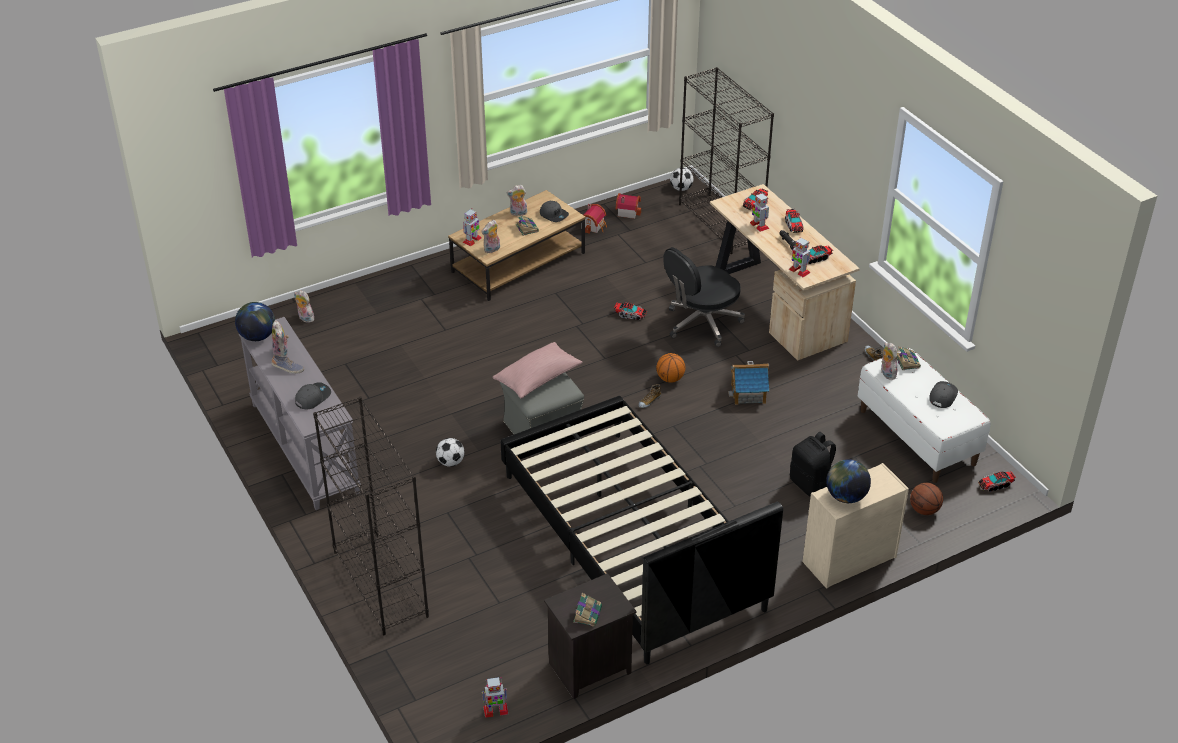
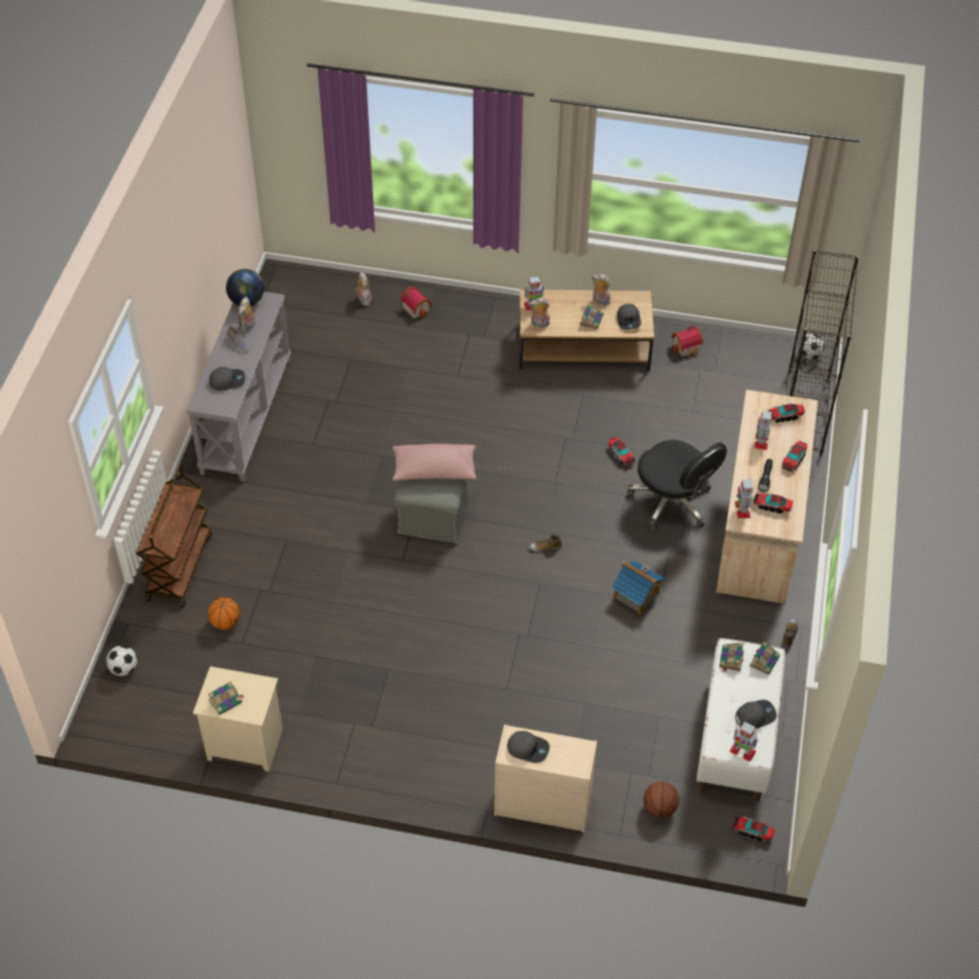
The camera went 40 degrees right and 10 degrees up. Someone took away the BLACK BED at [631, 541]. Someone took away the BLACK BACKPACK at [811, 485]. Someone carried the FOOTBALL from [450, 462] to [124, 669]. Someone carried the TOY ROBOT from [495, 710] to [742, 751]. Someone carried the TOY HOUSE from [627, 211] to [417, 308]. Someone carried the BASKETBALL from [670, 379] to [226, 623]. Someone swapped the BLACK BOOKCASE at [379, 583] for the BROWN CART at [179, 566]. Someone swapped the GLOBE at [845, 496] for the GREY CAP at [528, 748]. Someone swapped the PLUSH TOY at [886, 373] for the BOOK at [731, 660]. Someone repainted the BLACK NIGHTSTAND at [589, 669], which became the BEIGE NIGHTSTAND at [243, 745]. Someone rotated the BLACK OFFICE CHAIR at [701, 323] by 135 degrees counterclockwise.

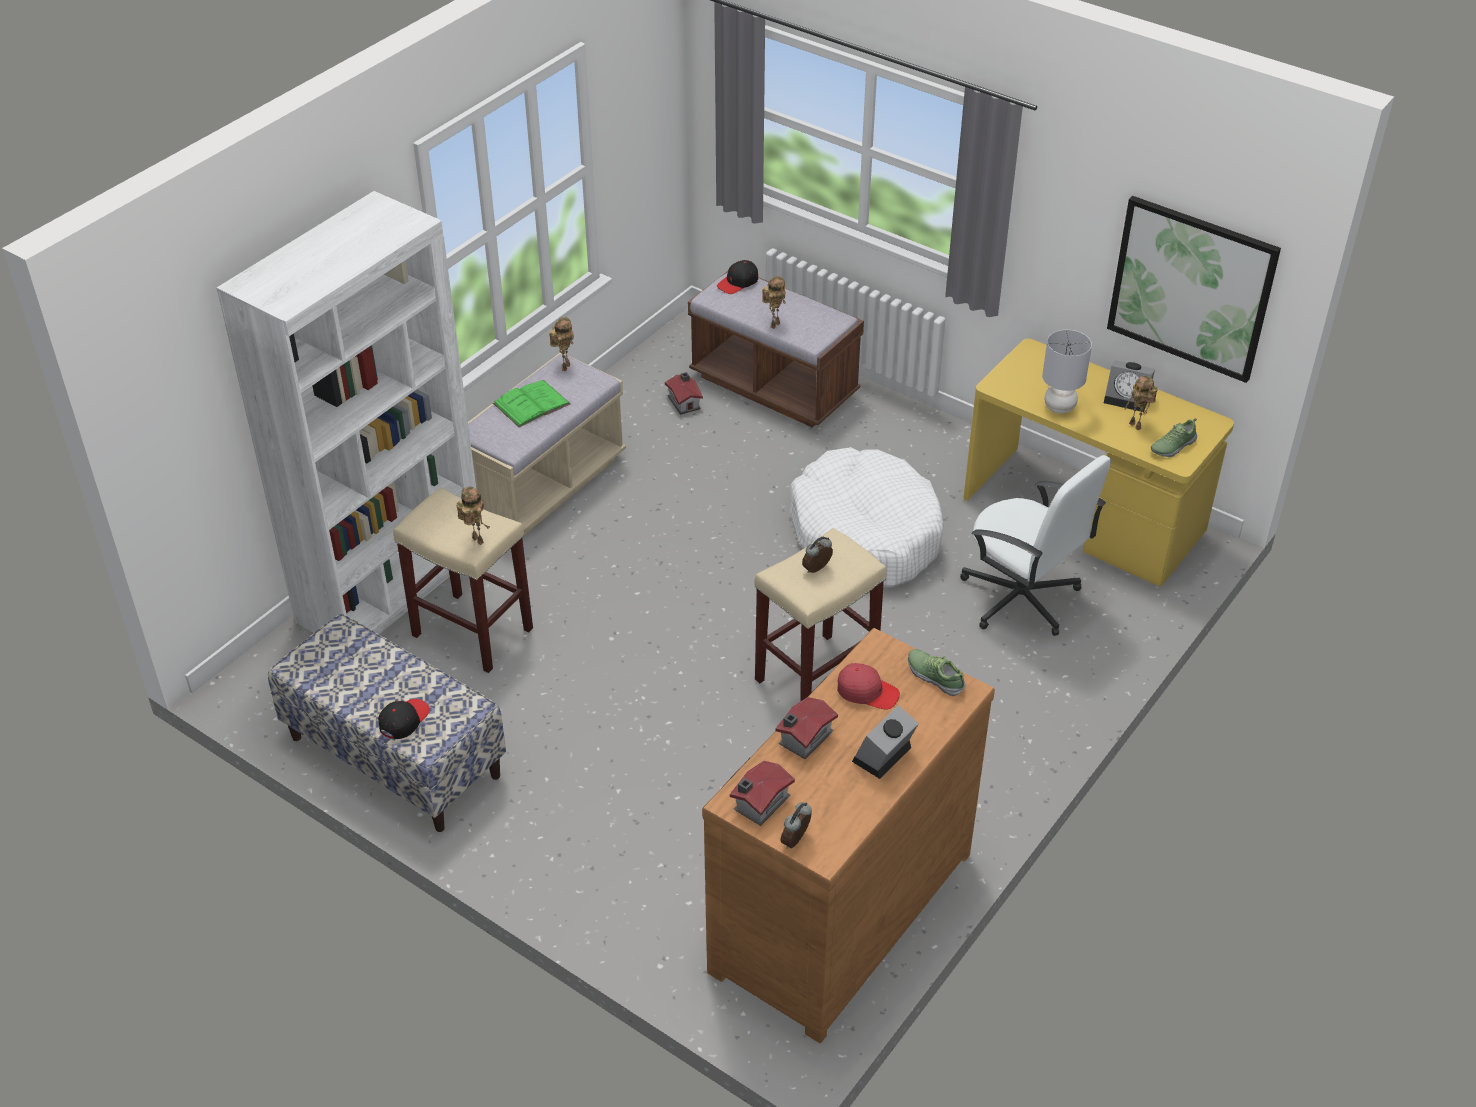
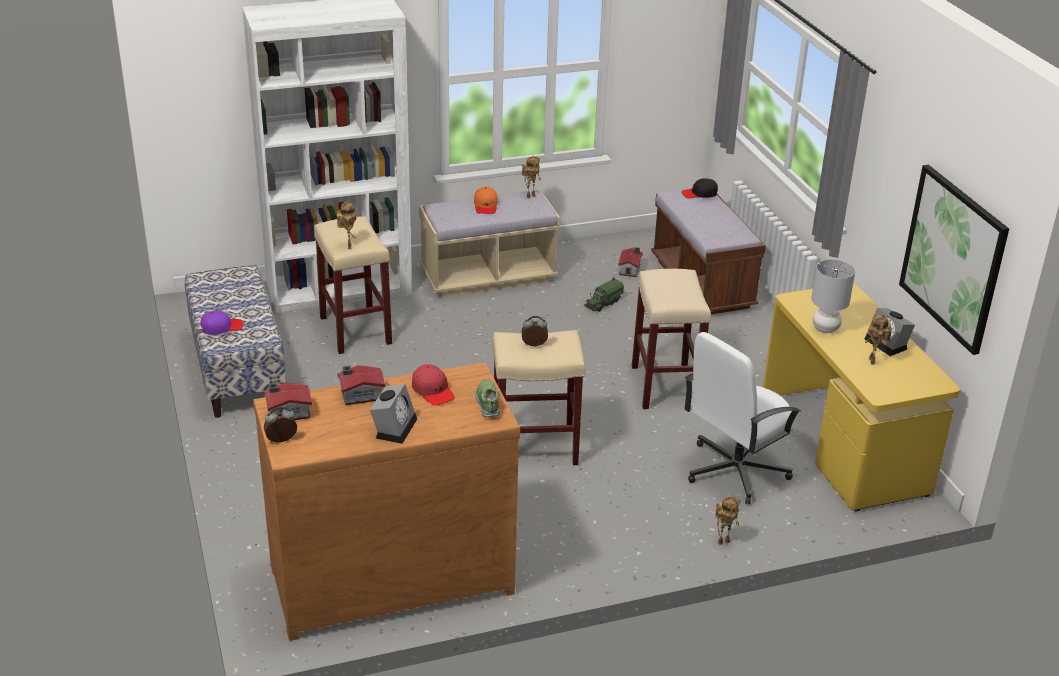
The camera went 35 degrees right and 10 degrees down. Someone took away the SHOE at [1172, 446]. Someone put down the TOY TRUCK at [603, 303]. Someone carried the TOY ROBOT from [774, 324] to [724, 541]. Someone swapped the GREEN BOOK at [531, 404] for the ORANGE CAP at [486, 206]. Someone swapped the WHITE DOG BED at [865, 534] for the BEIGE STOOL at [666, 387]. Someone repainted the BLACK CAP at [404, 720], which became the PURPLE CAP at [221, 327]. Someone rotated the ALARM CLOCK at [883, 757] by 120 degrees clockwise. Someone rotated the WHITE OFFICE CHAIR at [1021, 599] by 60 degrees clockwise.

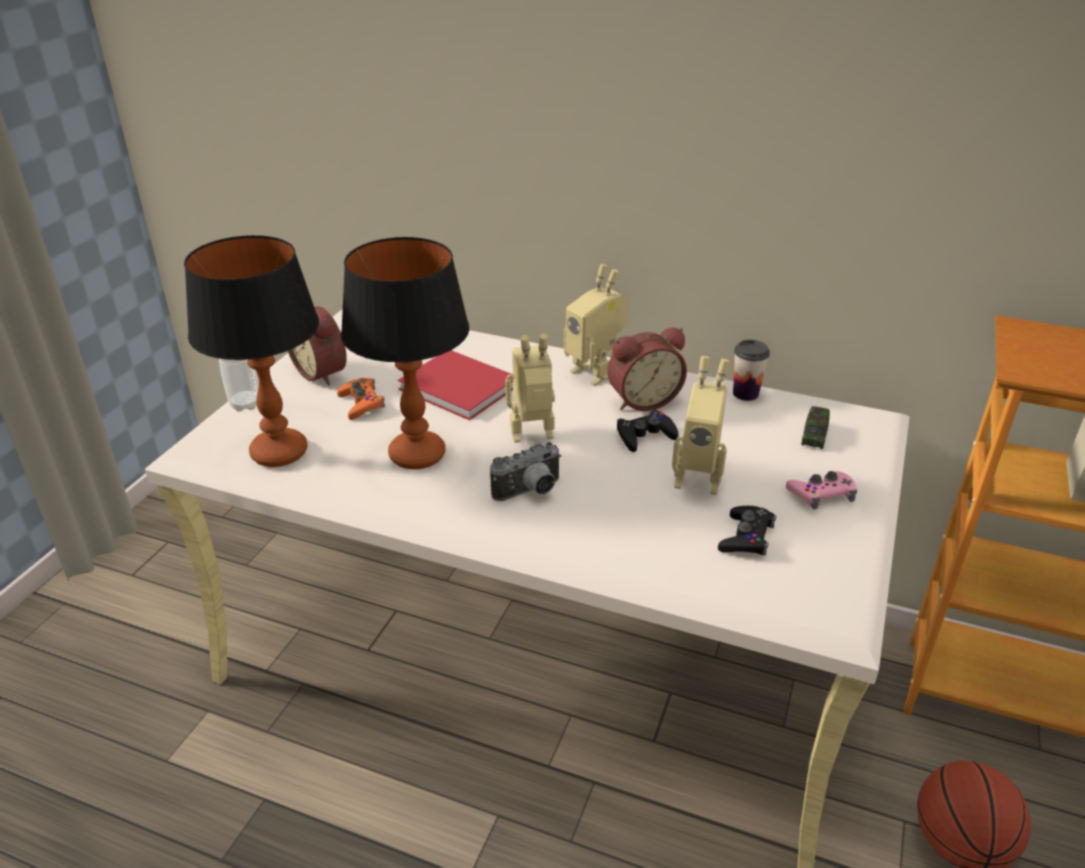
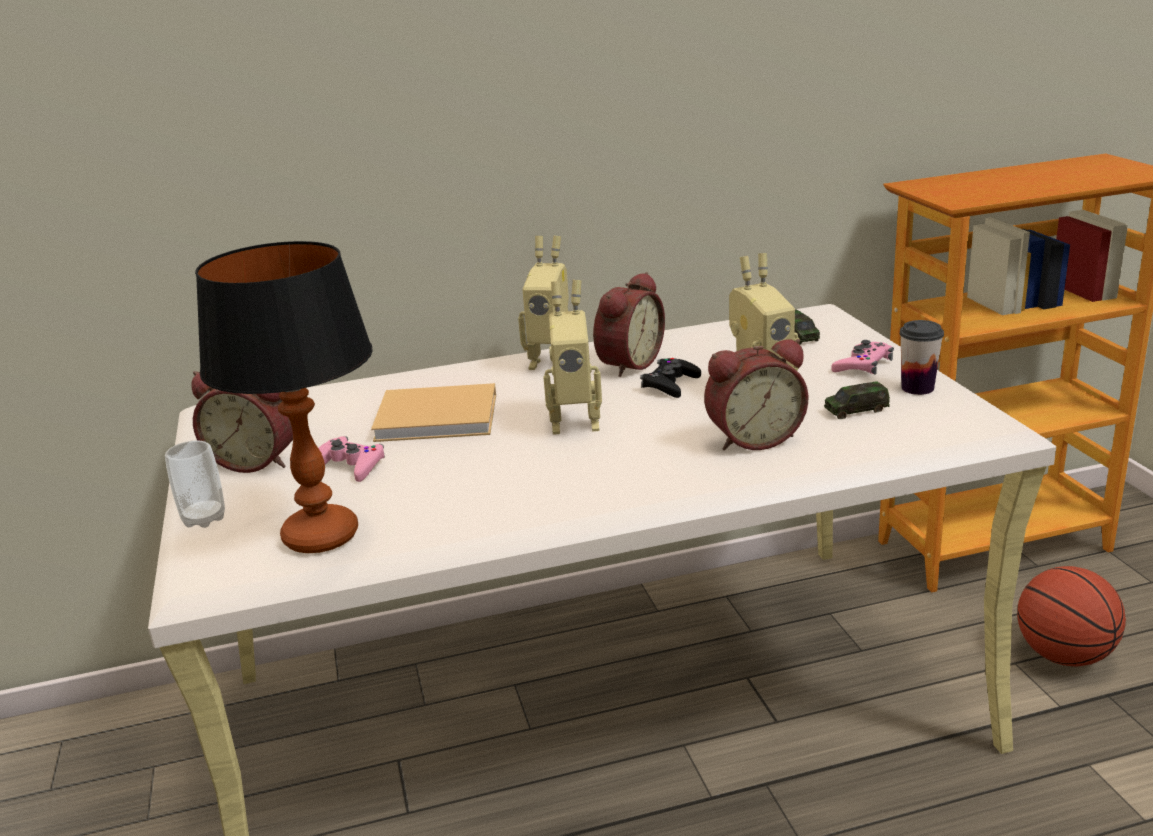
The camera went 35 degrees left and 10 degrees down. Someone took away the TABLE LAMP at [418, 454]. Someone took away the PHOTO CAMERA at [530, 492]. Someone put down the ALARM CLOCK at [753, 438]. Someone carried the CUP from [745, 393] to [917, 388]. Someone swapped the BLACK GAME CONTROLLER at [746, 537] for the TOY CAR at [856, 410]. Someone repainted the ORANGE GAME CONTROLLER at [361, 403], which became the PINK GAME CONTROLLER at [350, 466]. Someone repainted the RED BOOK at [461, 389], which became the BEIGE BOOK at [441, 417]. Someone rotated the TOY ROBOT at [533, 438] by 135 degrees counterclockwise.

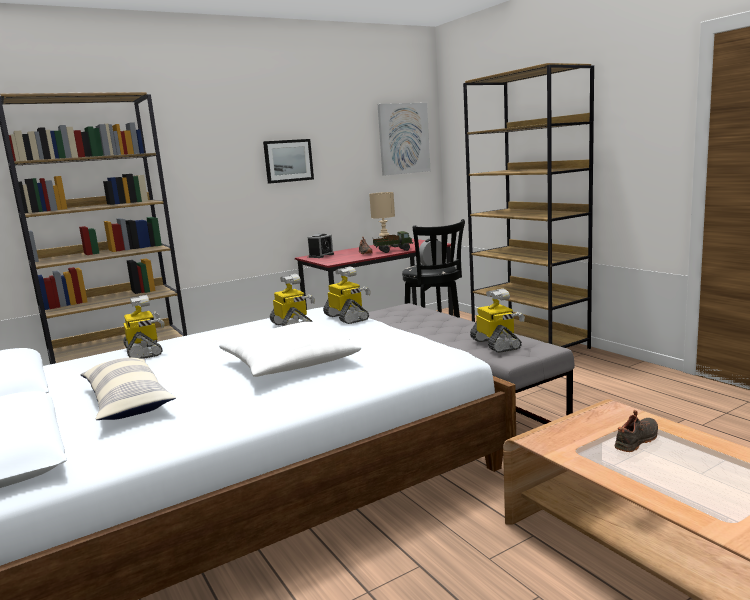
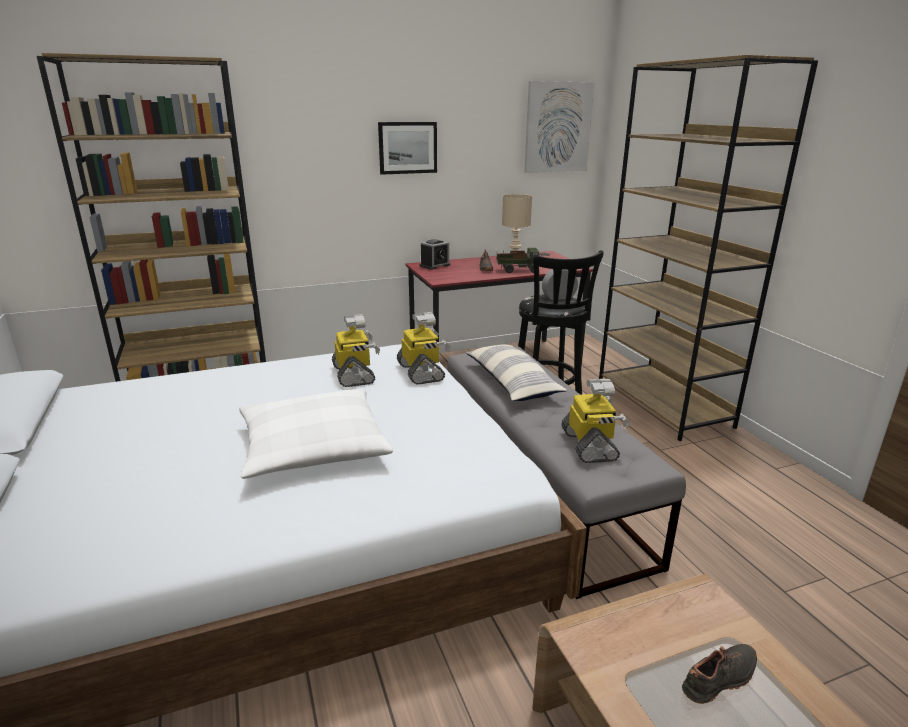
The camera went 10 degrees right and 10 degrees up. Someone took away the TOY ROBOT at [145, 351]. Someone carried the PILLOW from [127, 401] to [511, 383].

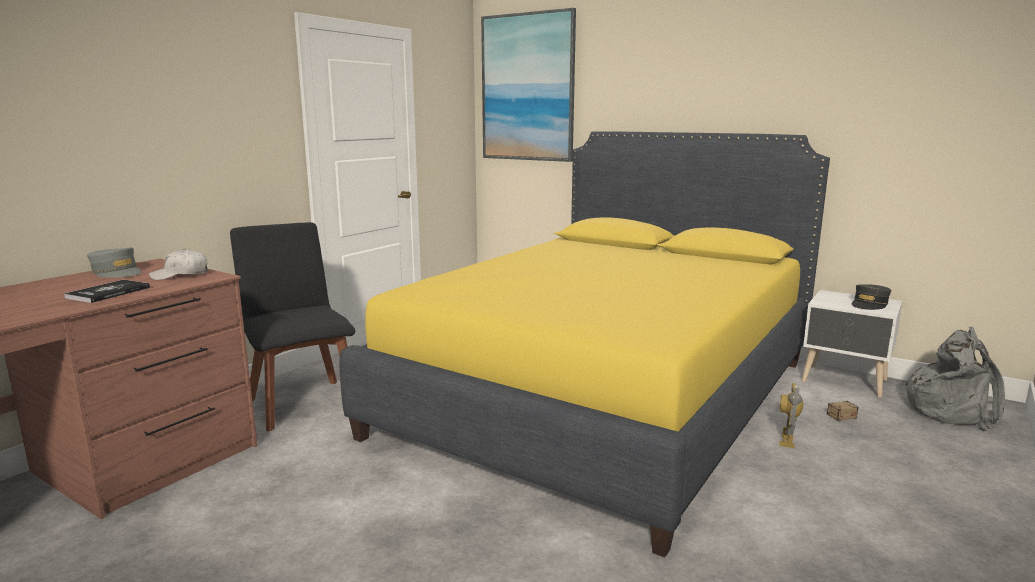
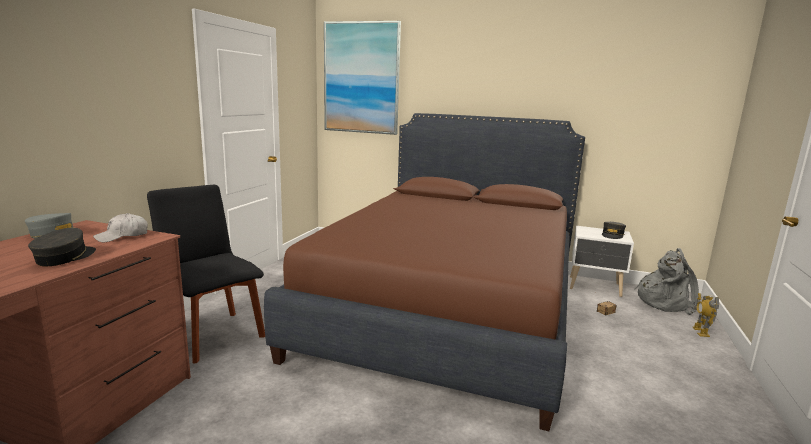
The camera went 15 degrees left and 0 degrees up. Someone carried the TOY ROBOT from [787, 440] to [700, 332]. Someone swapped the BOOK at [108, 293] for the GREY CAP at [65, 257]. Someone repainted the YELLOW BED at [605, 397], which became the BROWN BED at [449, 310].

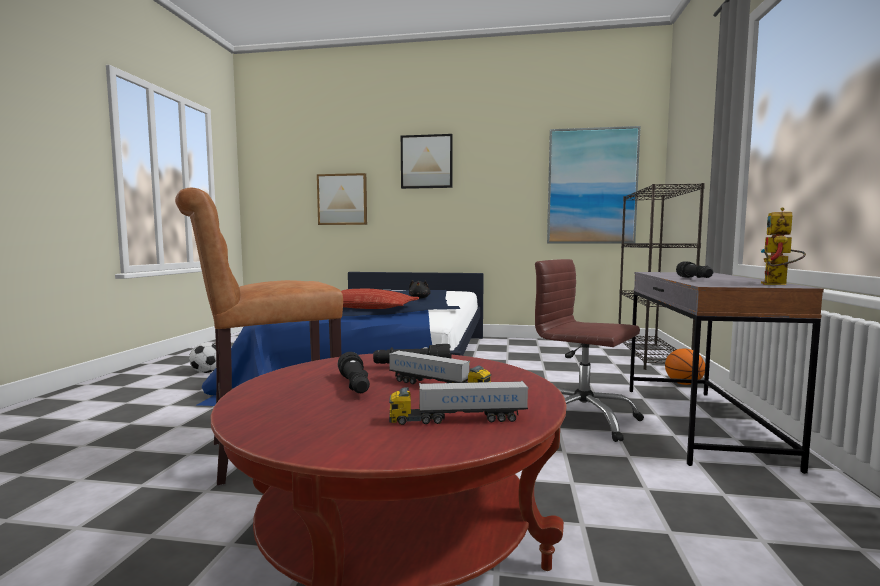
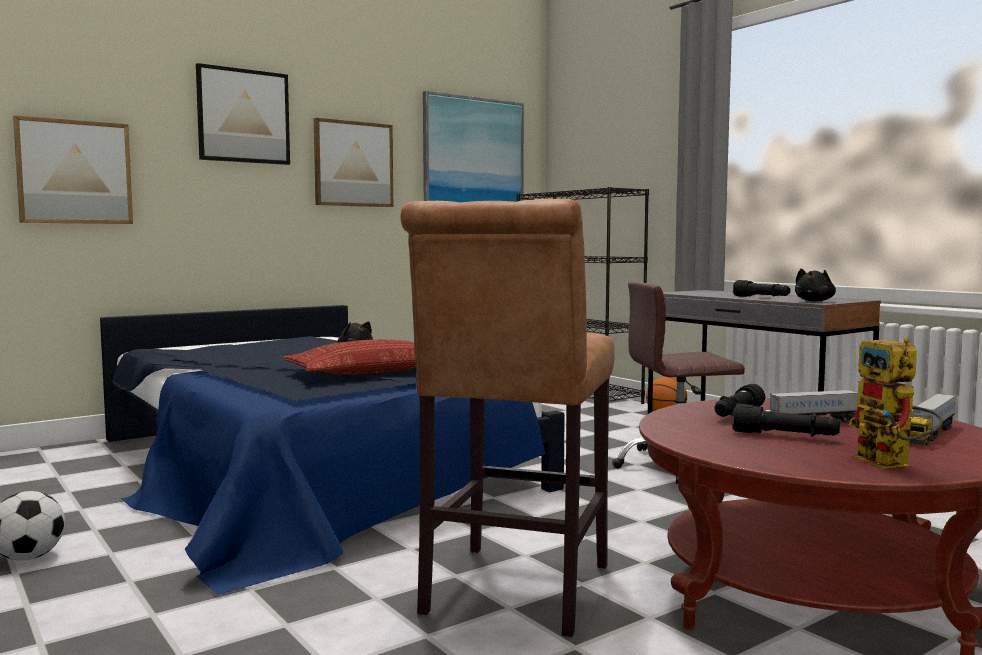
The camera went 45 degrees left and 0 degrees up. Someone put up the PICTURE at [353, 164]. Someone put down the BLACK PLUSH TOY at [815, 301]. Someone carried the TOY ROBOT from [778, 284] to [893, 464].

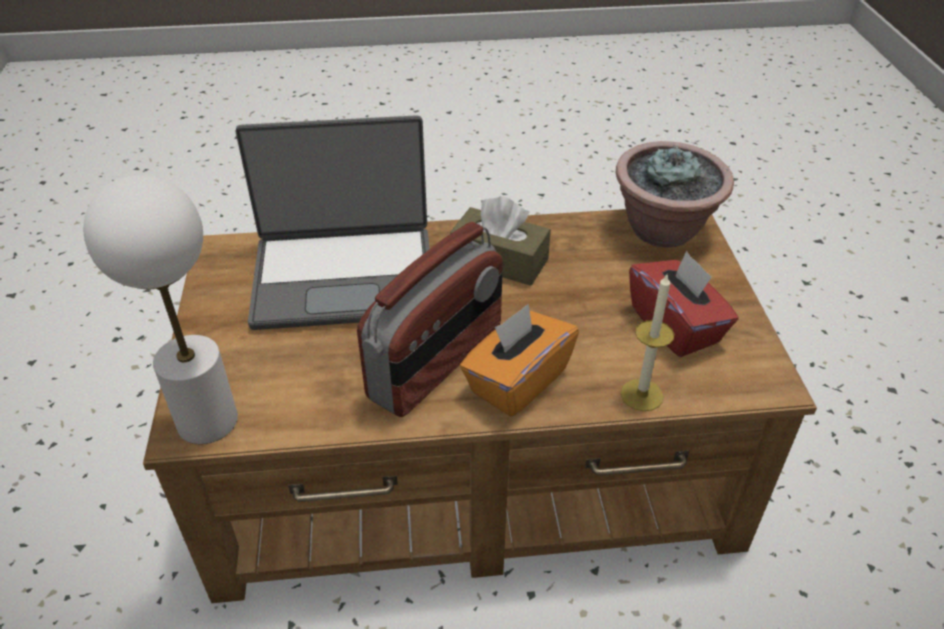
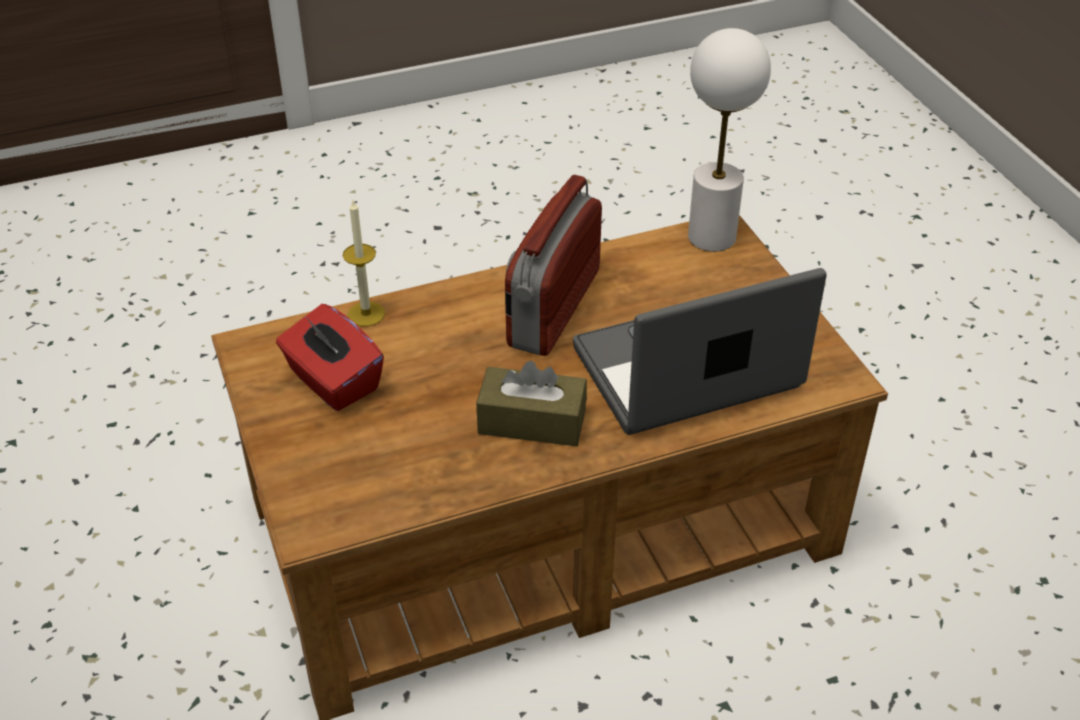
The camera went 165 degrees right and 0 degrees up. Someone took away the ORANGE TISSUE BOX at [517, 381]. Someone took away the POTTED PLANT at [663, 230].

